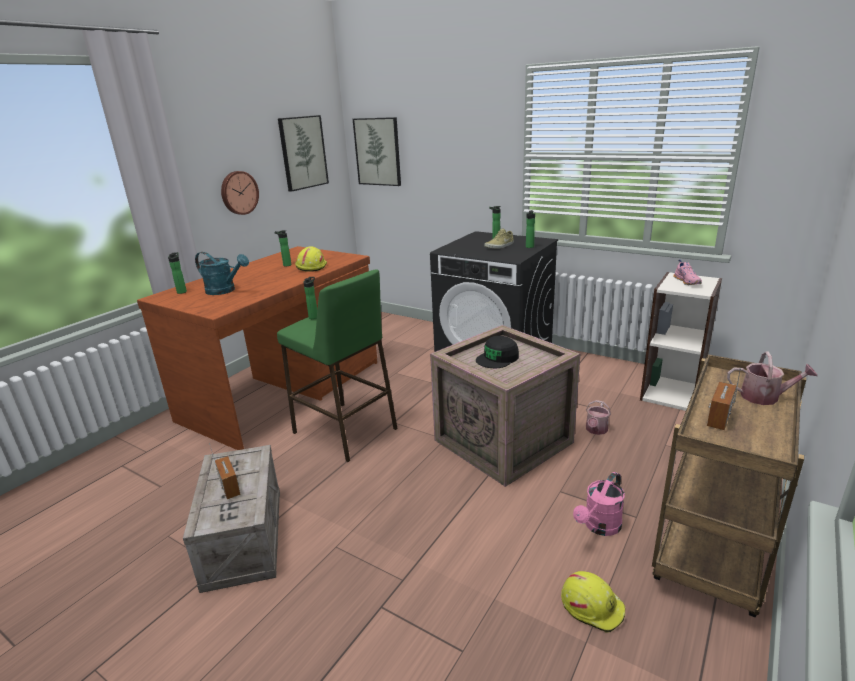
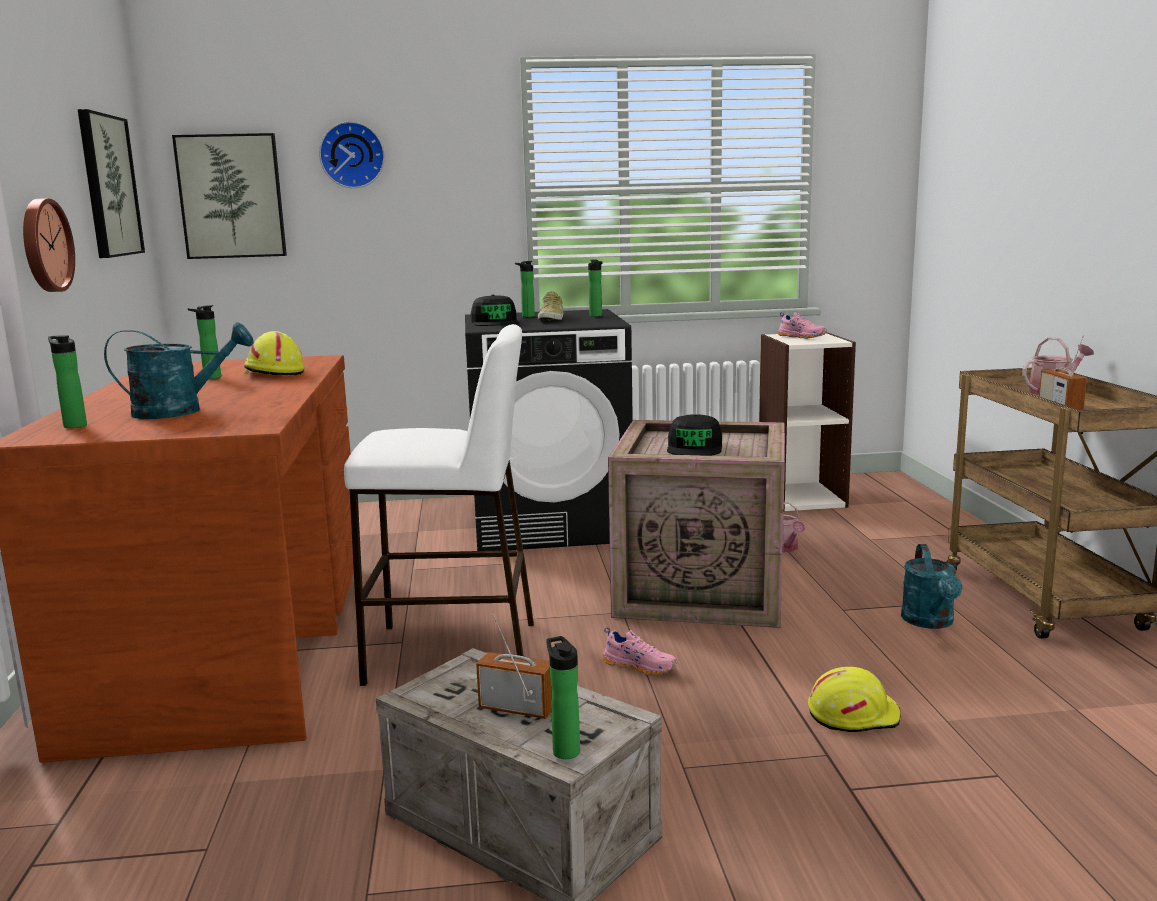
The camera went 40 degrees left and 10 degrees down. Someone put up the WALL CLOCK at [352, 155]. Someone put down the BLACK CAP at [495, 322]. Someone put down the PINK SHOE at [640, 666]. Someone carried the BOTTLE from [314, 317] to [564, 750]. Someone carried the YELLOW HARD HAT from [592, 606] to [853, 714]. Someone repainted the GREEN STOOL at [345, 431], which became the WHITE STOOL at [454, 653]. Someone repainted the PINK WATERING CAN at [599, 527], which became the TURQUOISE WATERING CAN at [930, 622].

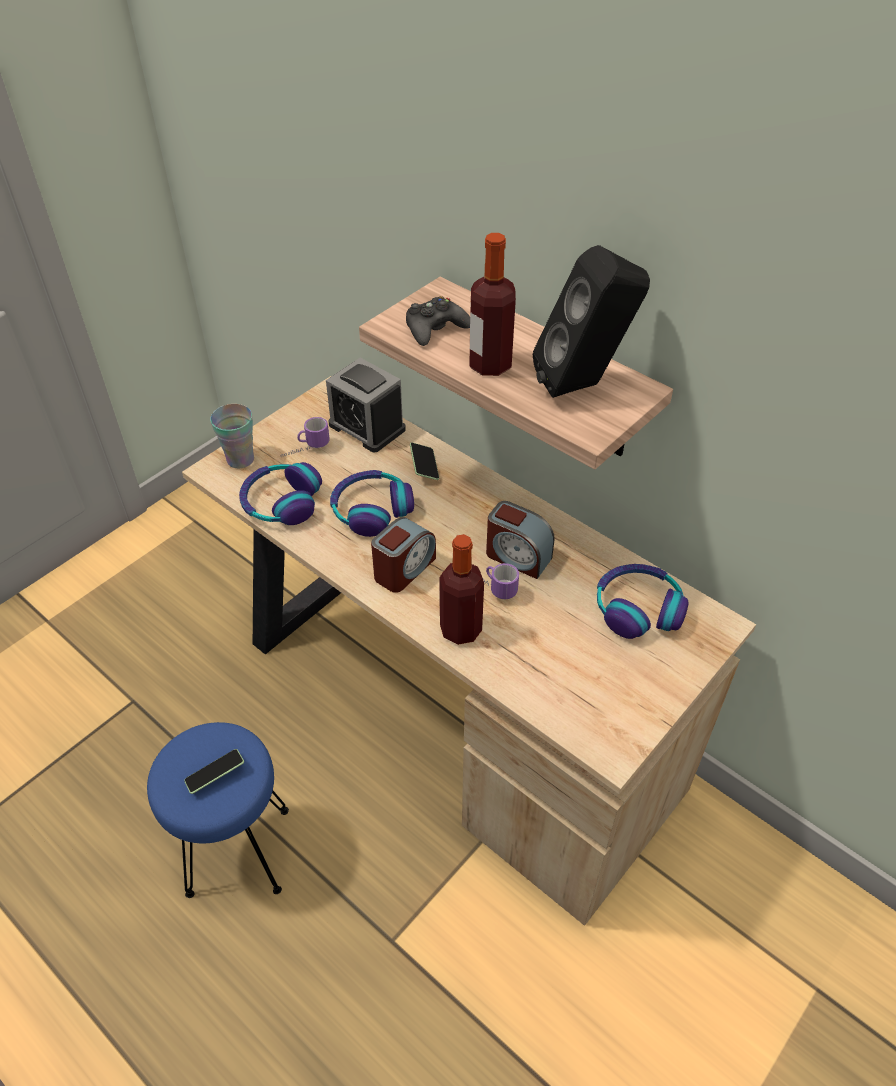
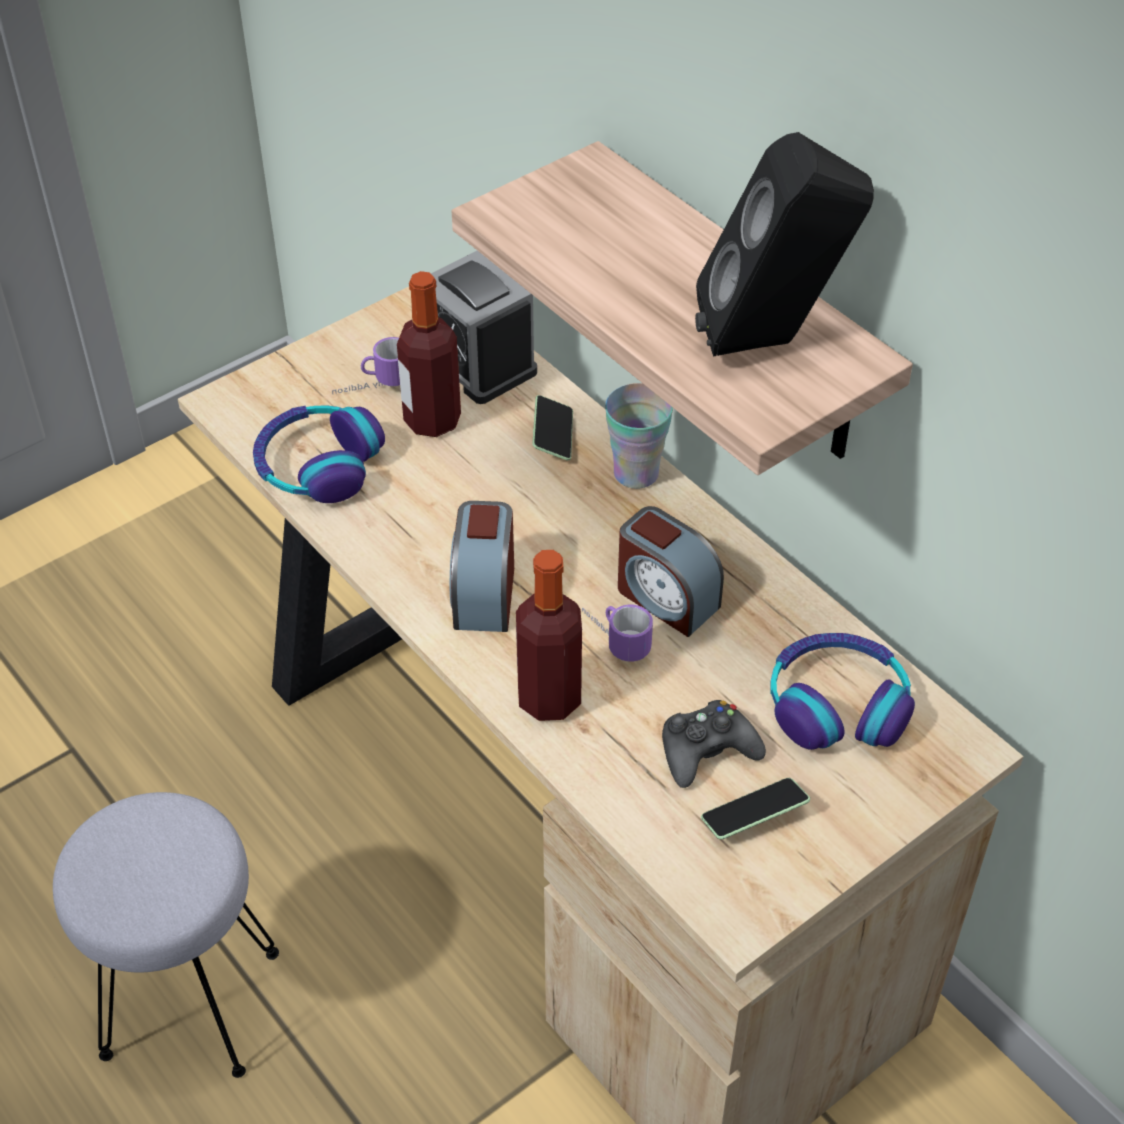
The camera went 10 degrees right and 0 degrees up. Someone took away the HEADPHONES at [371, 510]. Someone carried the PHONE from [215, 775] to [754, 817]. Someone carried the CUP from [240, 459] to [636, 473]. Someone carried the BLACK GAME CONTROLLER from [435, 329] to [707, 751]. Someone carried the BOTTLE from [490, 364] to [432, 420]. Someone repainted the BLUE STOOL at [237, 850], which became the GREY STOOL at [188, 1002]. Someone rotated the ALARM CLOCK at [404, 569] by 135 degrees clockwise.

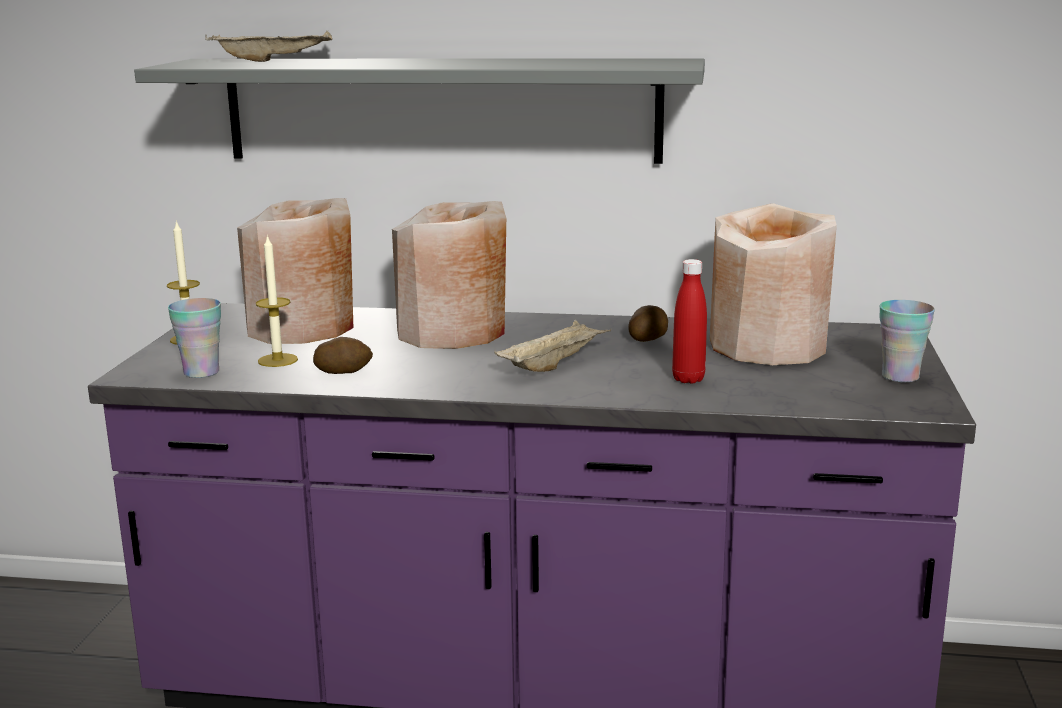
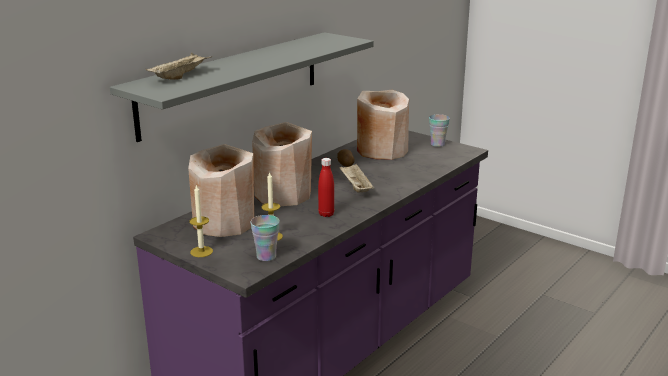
The camera went 60 degrees left and 5 degrees up. Someone took away the POTATO at [343, 372]. Someone carried the RED BOTTLE from [688, 379] to [326, 214].

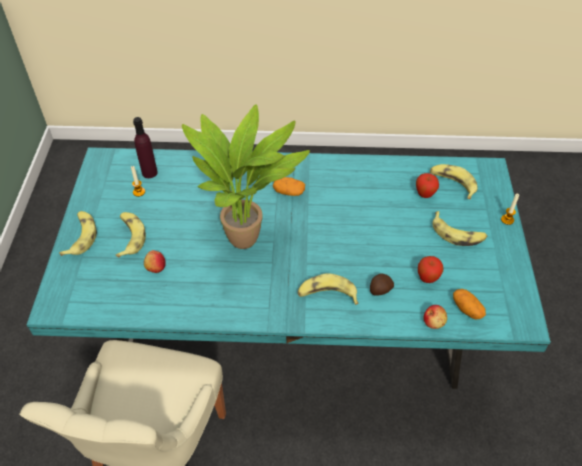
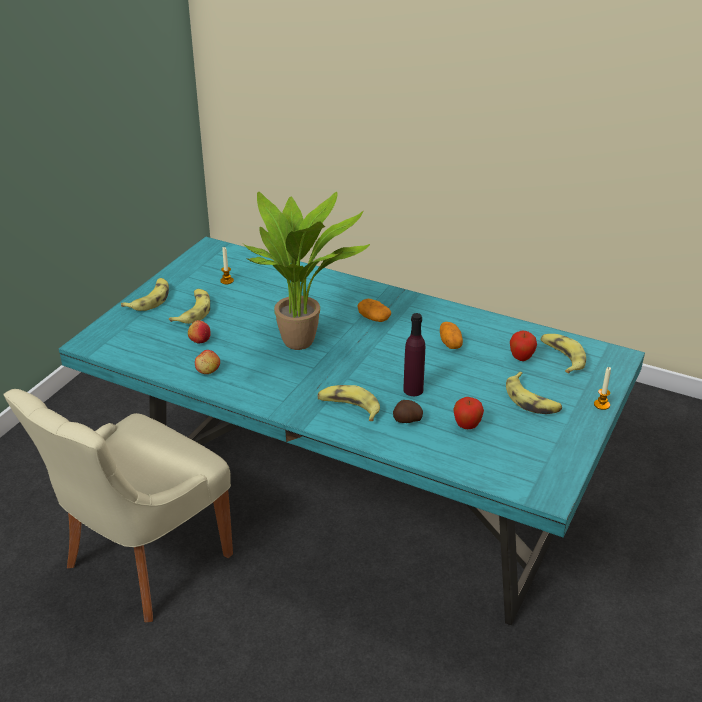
The camera went 25 degrees right and 15 degrees down. Someone carried the PURPLE BOTTLE from [149, 172] to [413, 390]. Someone carried the APPLE from [433, 322] to [208, 371]. Someone carried the POTATO from [467, 309] to [450, 343].

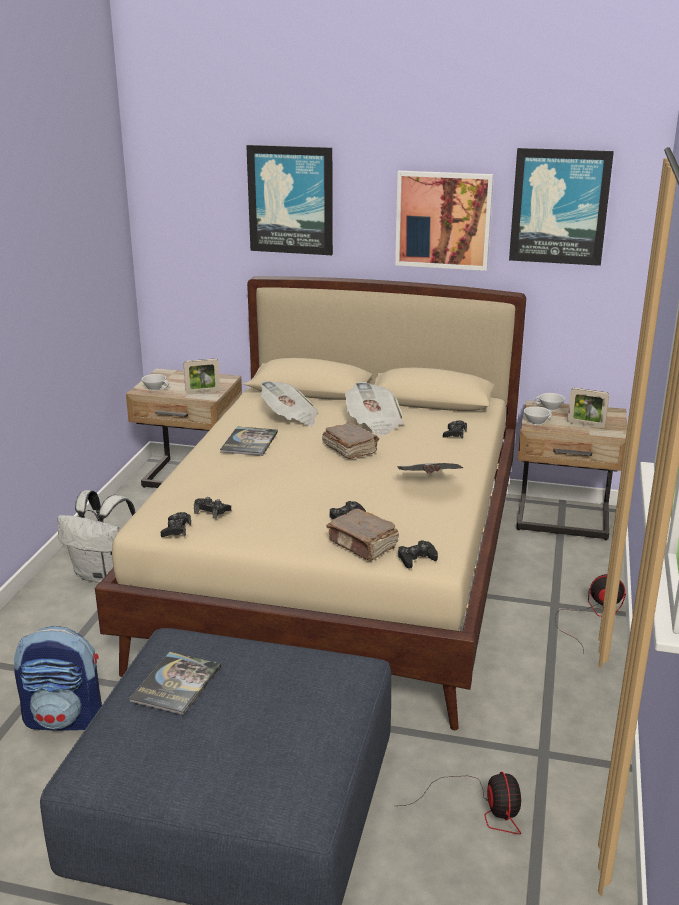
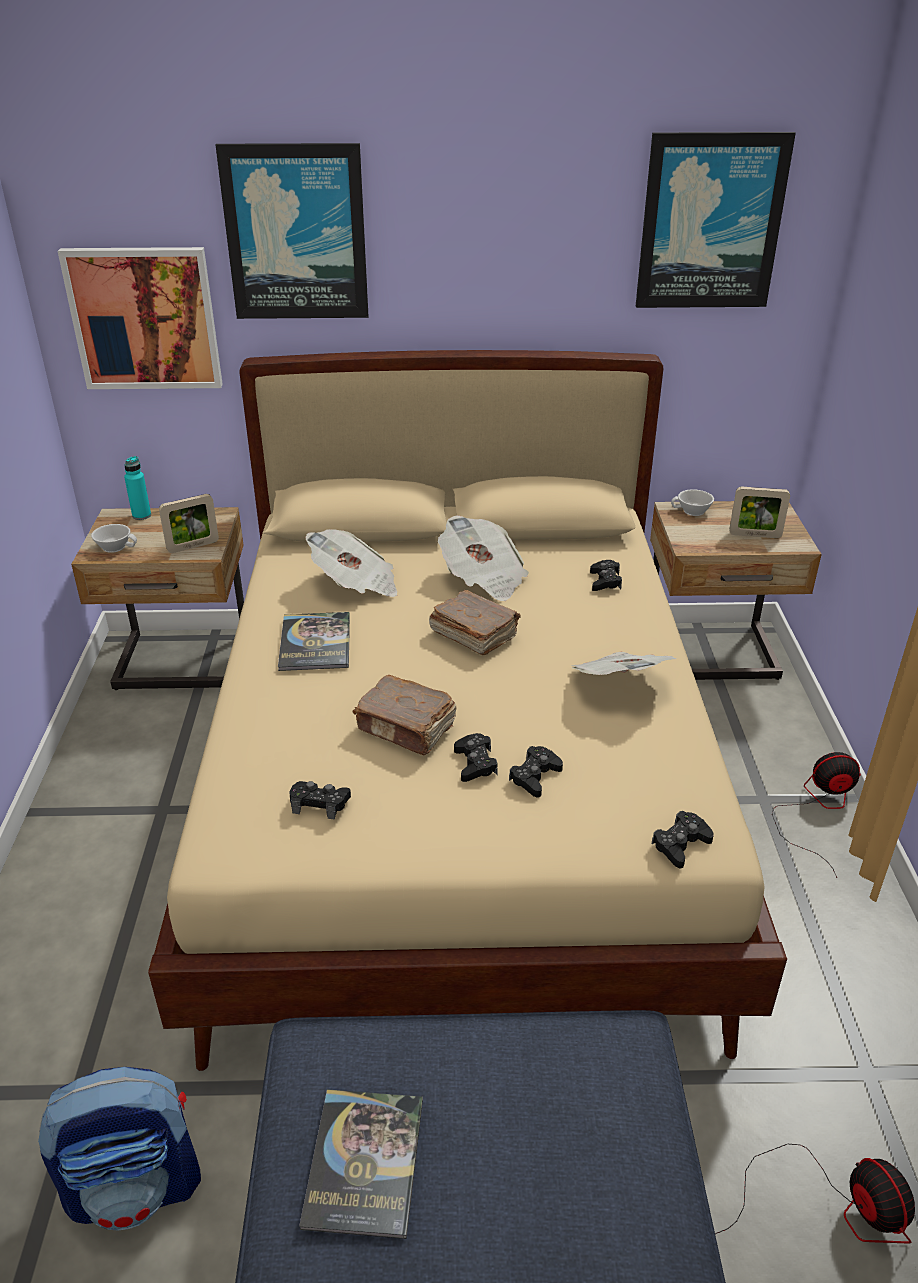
The camera went 15 degrees left and 10 degrees up. Someone took away the WHITE BACKPACK at [103, 575]. Someone took away the WHITE CUP at [536, 421]. Someone put down the TURQUOISE BOTTLE at [141, 515]. Someone carried the BLACK GAME CONTROLLER from [176, 530] to [475, 763]. Someone carried the BROWN BOOK from [363, 545] to [406, 728]. Someone carried the PICTURE from [443, 220] to [144, 319].

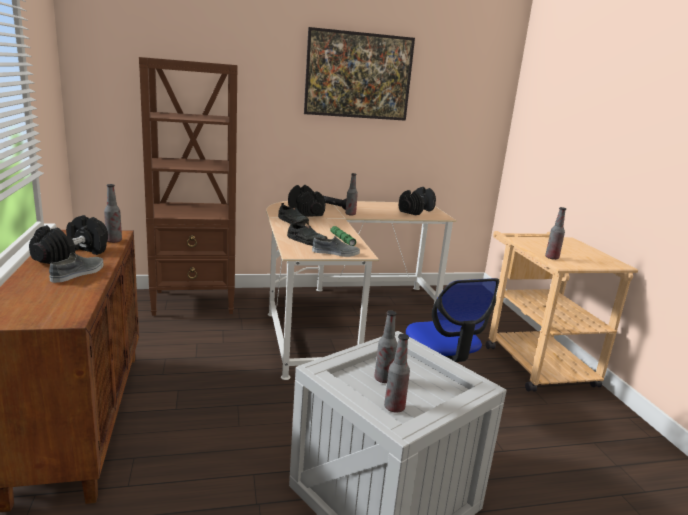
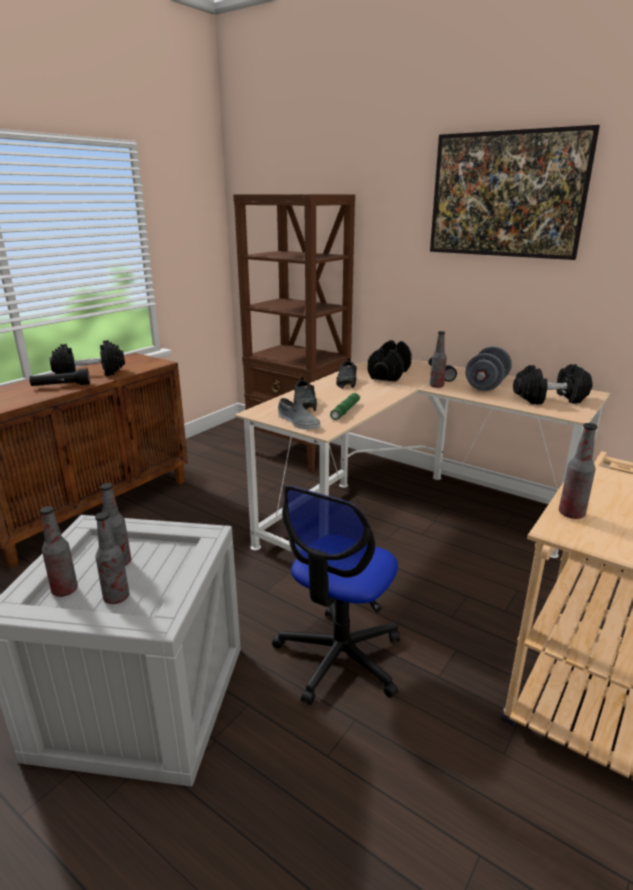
The camera went 50 degrees right and 5 degrees up. Someone put down the GREY DUMBBELL at [486, 385]. Someone carried the BOTTLE from [114, 241] to [116, 598]. Someone swapped the GREY SHOE at [78, 273] for the BLACK FLASHLIGHT at [61, 386].

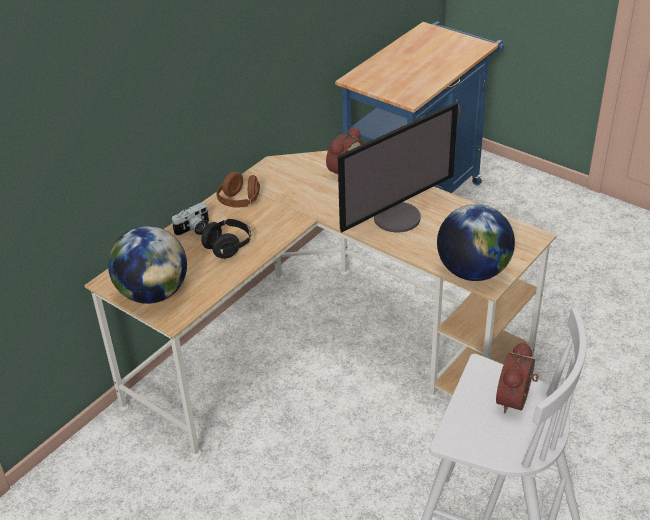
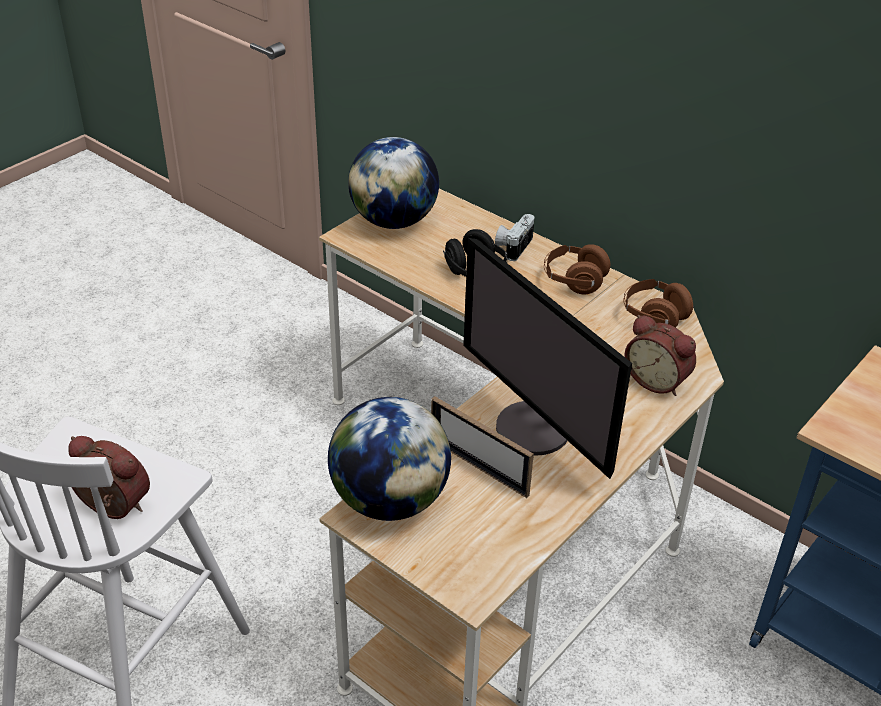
The camera went 90 degrees right and 0 degrees up. Someone put down the PICTURE FRAME at [478, 466]. Someone put down the BROWN HEADPHONES at [654, 317]. Someone rotated the PHOTO CAMERA at [194, 230] by 60 degrees clockwise.

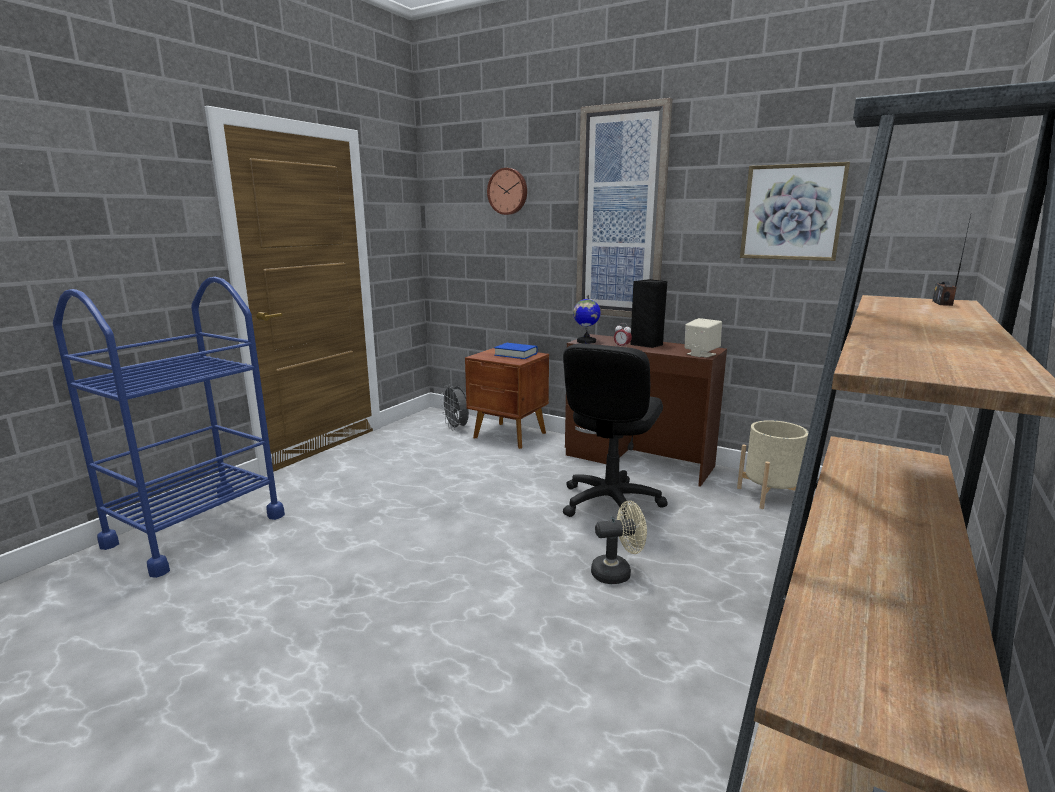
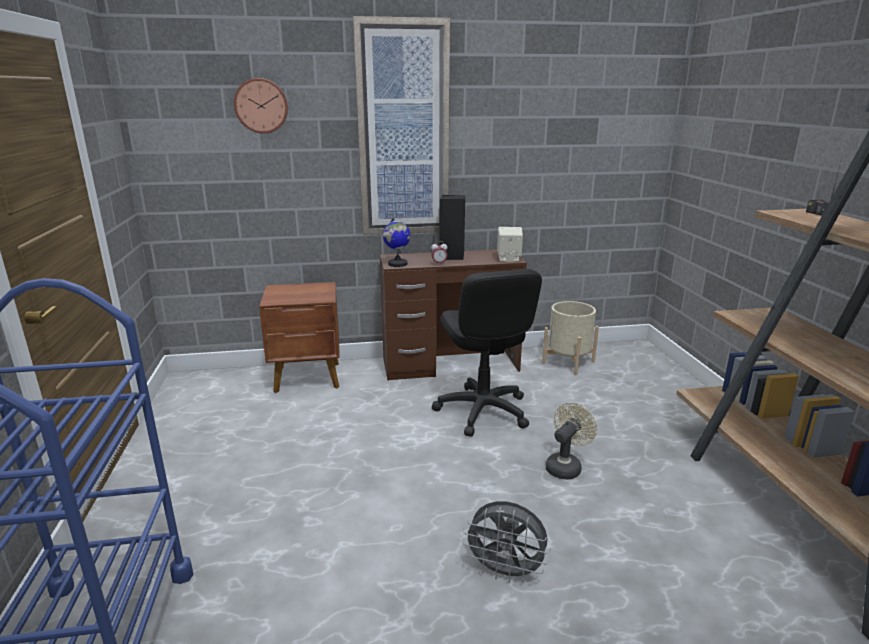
The camera went 40 degrees left and 5 degrees up. Someone took away the BLUE BOOK at [515, 354]. Someone took away the PICTURE at [792, 212]. Someone carried the GREY FAN from [457, 428] to [505, 572].

